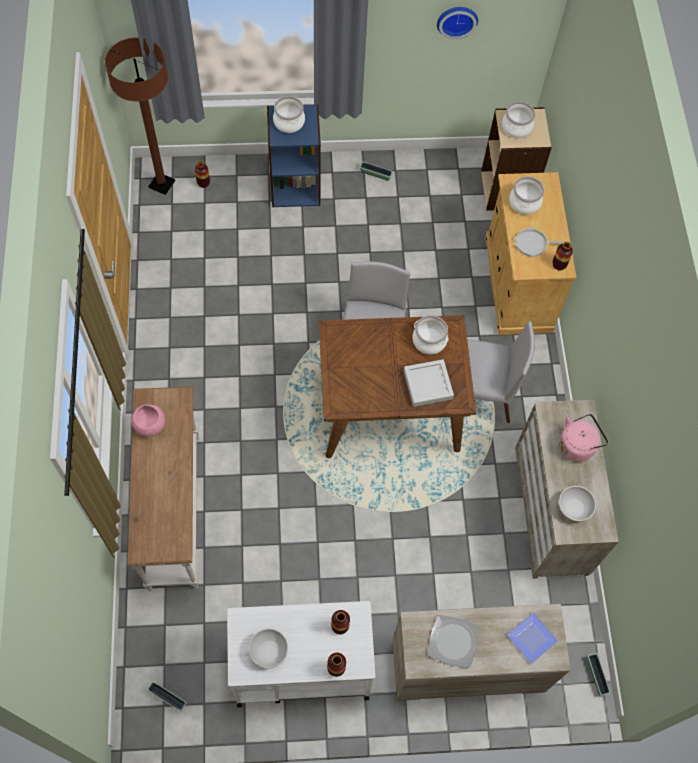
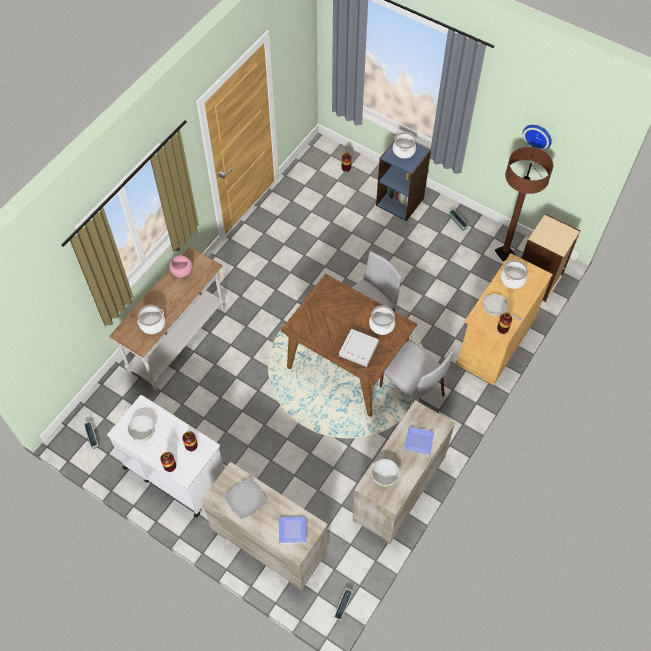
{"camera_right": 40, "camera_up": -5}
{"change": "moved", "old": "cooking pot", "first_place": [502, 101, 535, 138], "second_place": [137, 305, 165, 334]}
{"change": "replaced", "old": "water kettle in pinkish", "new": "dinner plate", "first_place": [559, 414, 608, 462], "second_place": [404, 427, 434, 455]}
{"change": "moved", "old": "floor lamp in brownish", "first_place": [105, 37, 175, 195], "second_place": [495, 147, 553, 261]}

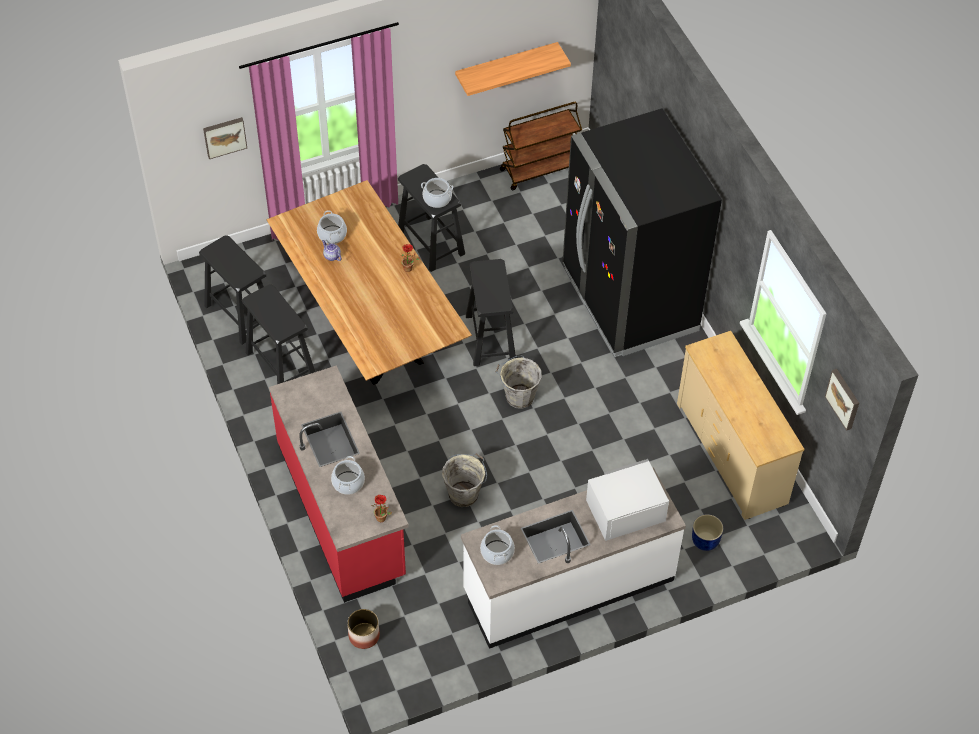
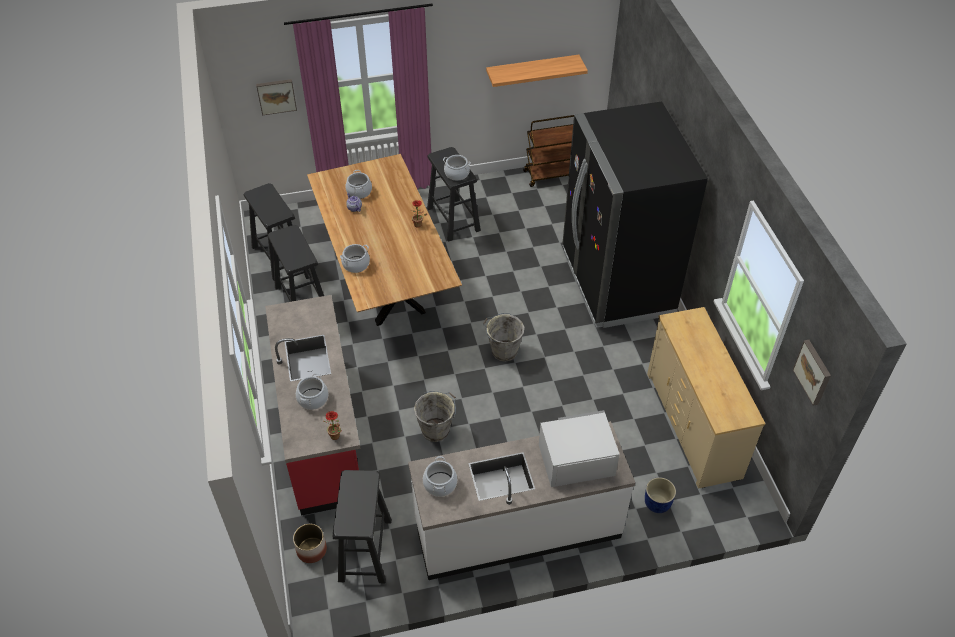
{"camera_right": 10, "camera_up": -5}
{"change": "moved", "old": "stool in black-coloured", "first_place": [466, 259, 516, 366], "second_place": [333, 470, 392, 583]}
{"change": "added", "new": "cooking pot", "second_place": [340, 244, 370, 273]}

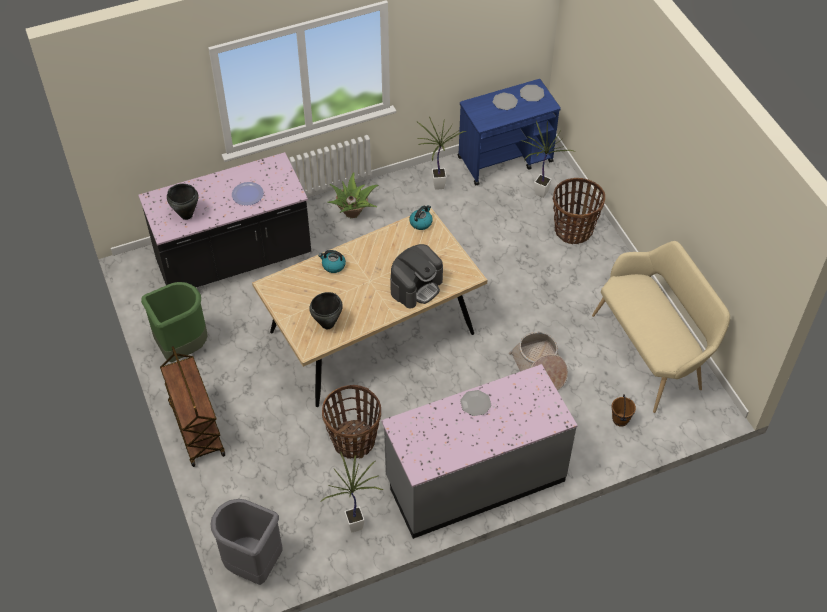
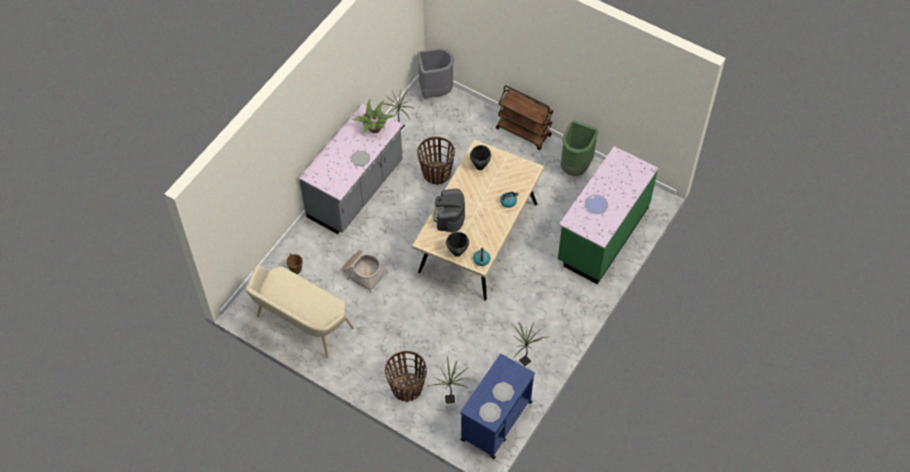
{"camera_right": 145, "camera_up": 5}
{"change": "moved", "old": "potted plant", "first_place": [327, 172, 378, 218], "second_place": [352, 99, 394, 134]}
{"change": "moved", "old": "cooking pot in black-coloured", "first_place": [167, 184, 198, 220], "second_place": [446, 232, 469, 257]}
{"change": "recoloured", "old": "kitchen base unit in black-coloured", "new": "kitchen base unit in greenish", "first_place": [138, 152, 311, 287], "second_place": [558, 146, 658, 284]}

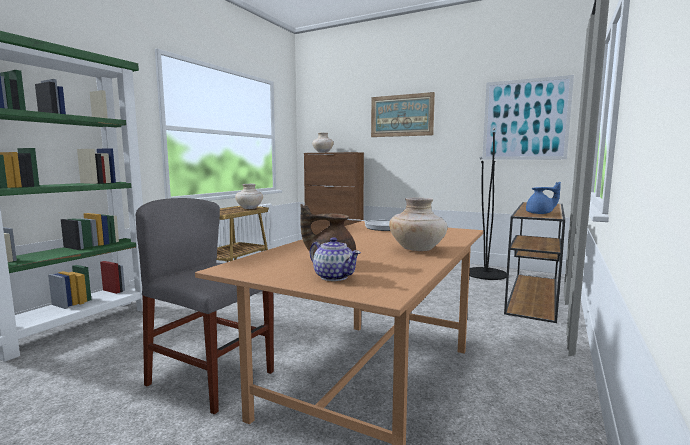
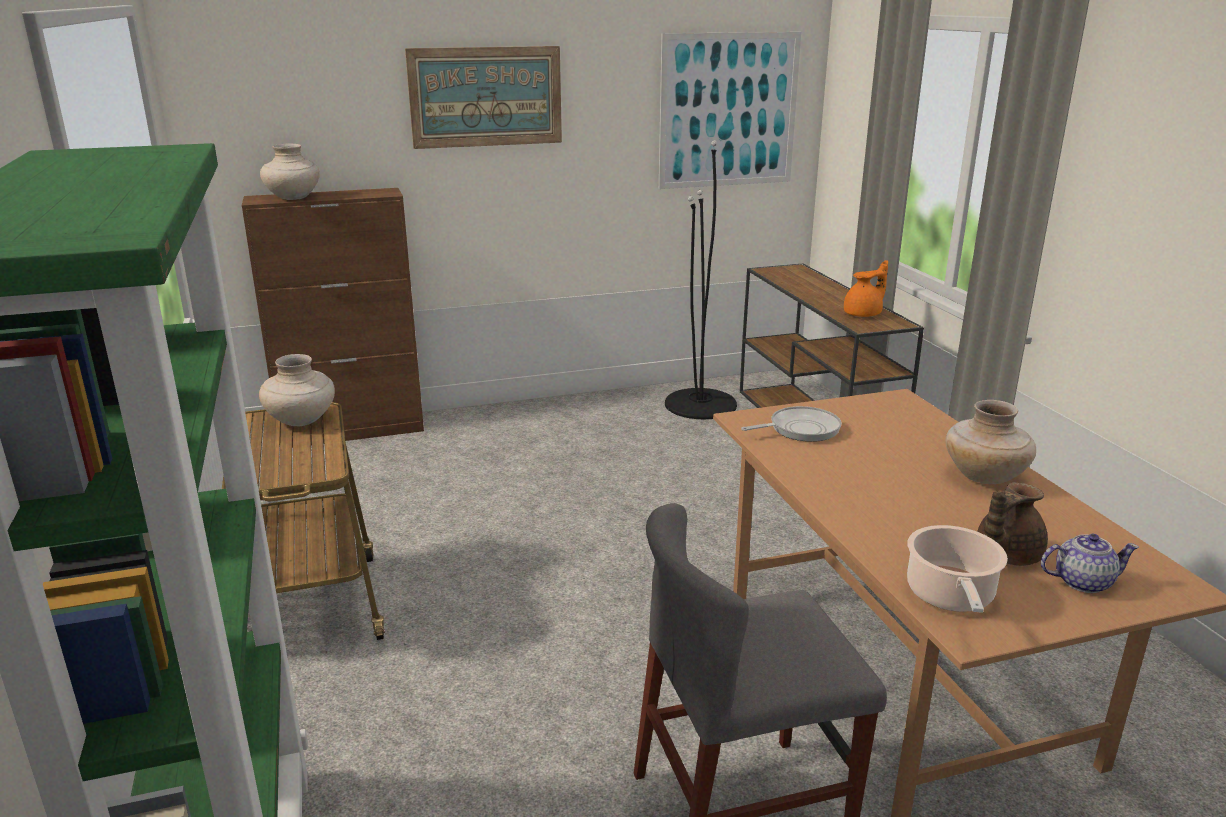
{"camera_right": -45, "camera_up": 15}
{"change": "recoloured", "old": "pot for tea in blue", "new": "pot for tea in orangey", "first_place": [526, 182, 561, 214], "second_place": [844, 260, 888, 317]}
{"change": "added", "new": "cooking pot", "second_place": [907, 525, 1008, 613]}

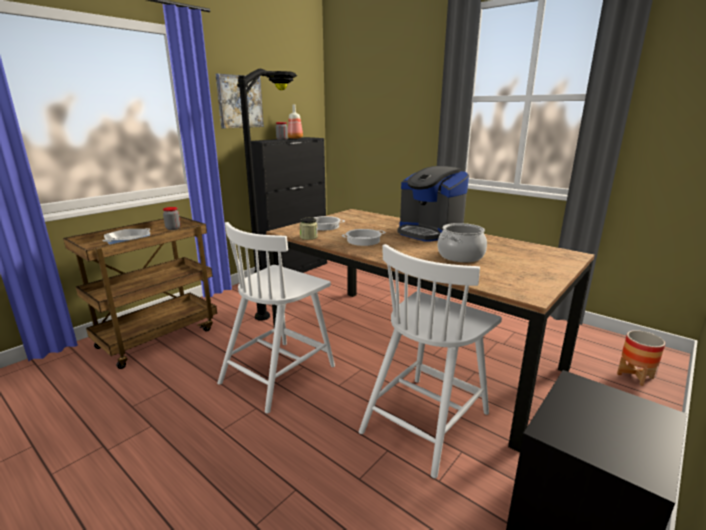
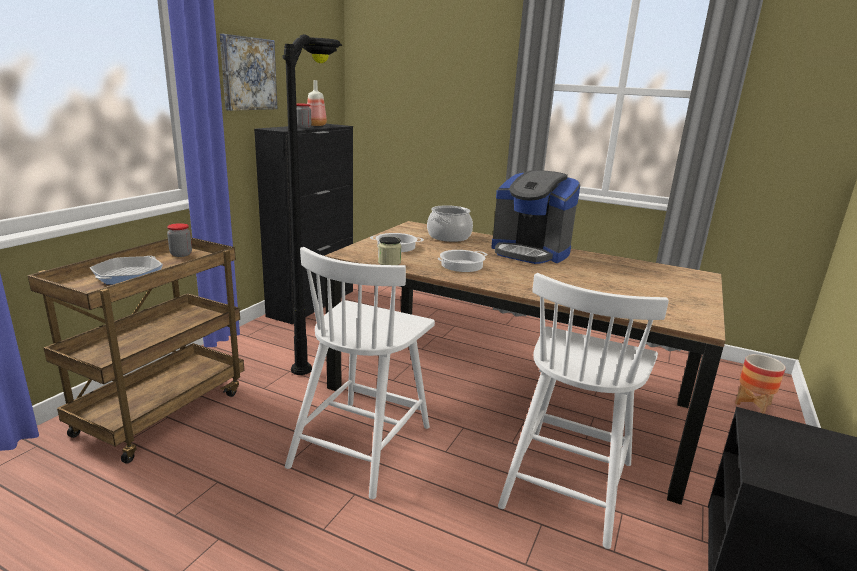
{"camera_right": -15, "camera_up": 0}
{"change": "moved", "old": "cooking pot", "first_place": [438, 223, 487, 262], "second_place": [427, 205, 473, 242]}

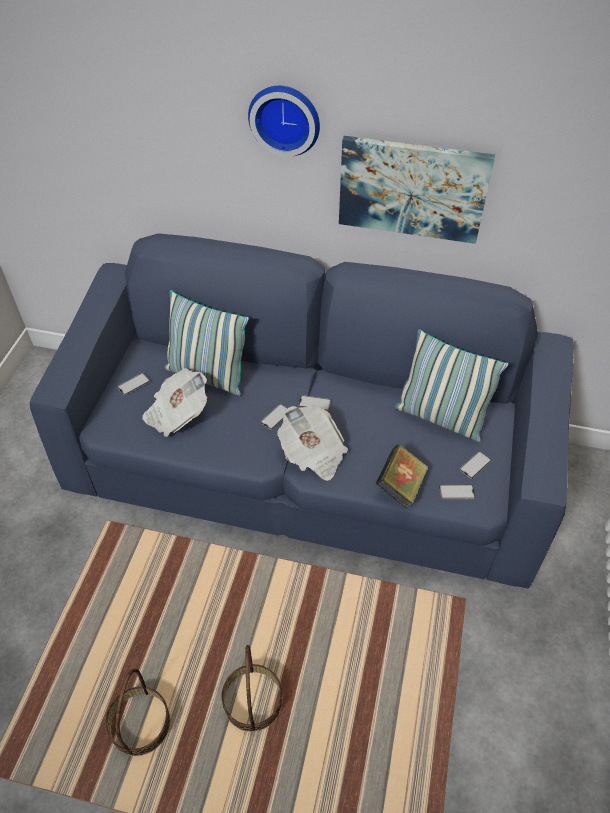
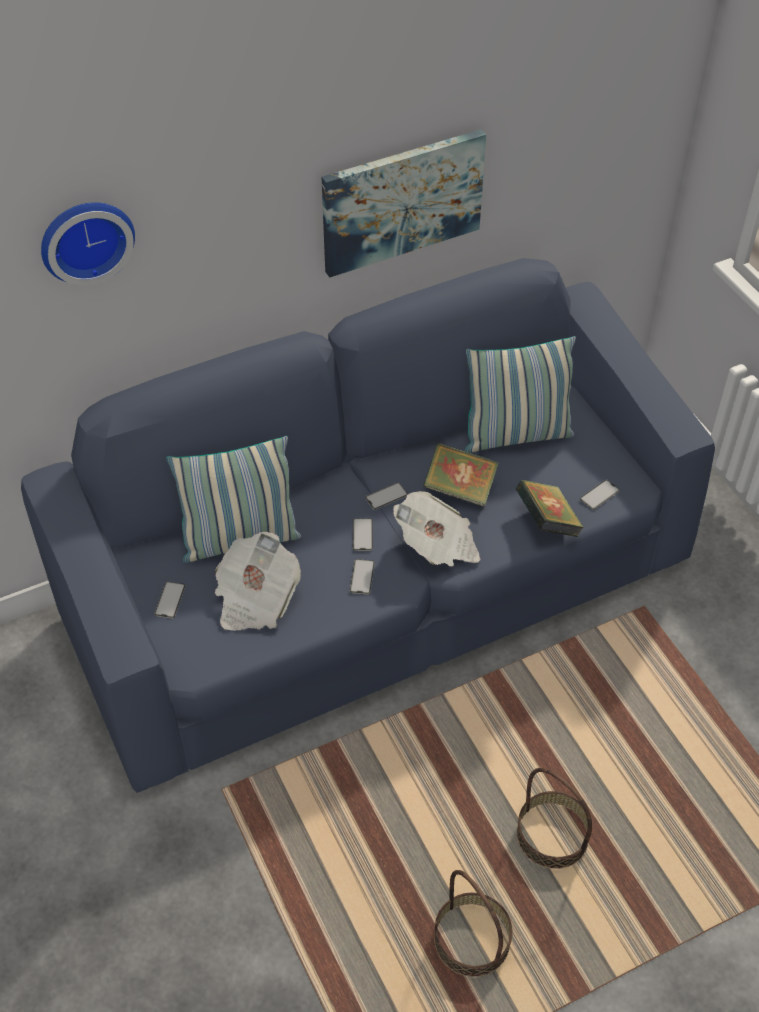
{"camera_right": -40, "camera_up": 0}
{"change": "moved", "old": "clock on the wall", "first_place": [248, 86, 320, 157], "second_place": [41, 202, 135, 285]}
{"change": "moved", "old": "telephone", "first_place": [459, 451, 491, 479], "second_place": [350, 559, 375, 594]}
{"change": "added", "new": "book", "second_place": [423, 442, 499, 507]}

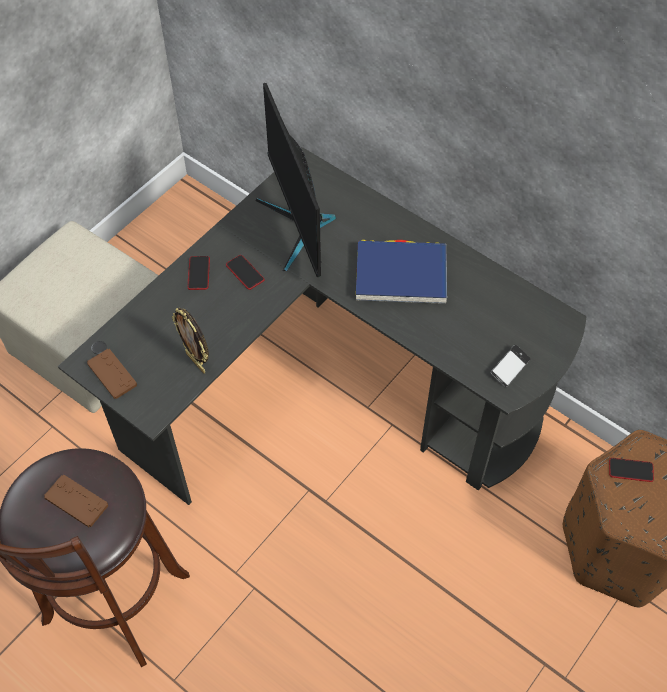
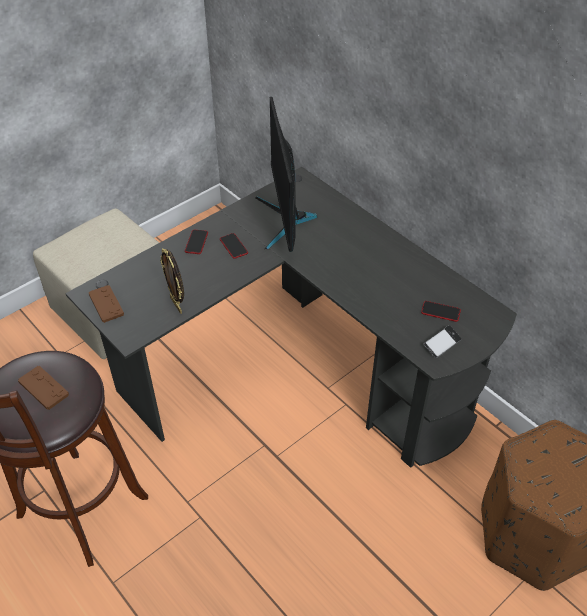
{"camera_right": 10, "camera_up": -10}
{"change": "moved", "old": "telephone", "first_place": [609, 458, 654, 482], "second_place": [421, 301, 461, 322]}
{"change": "removed", "old": "book in blue", "first_place": [356, 240, 447, 304]}

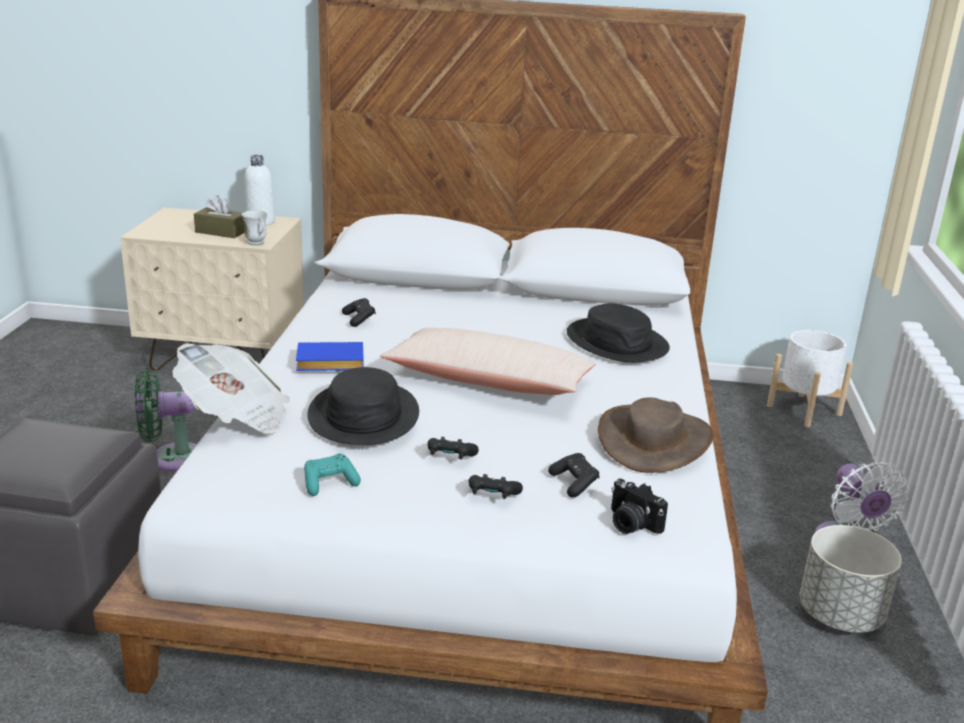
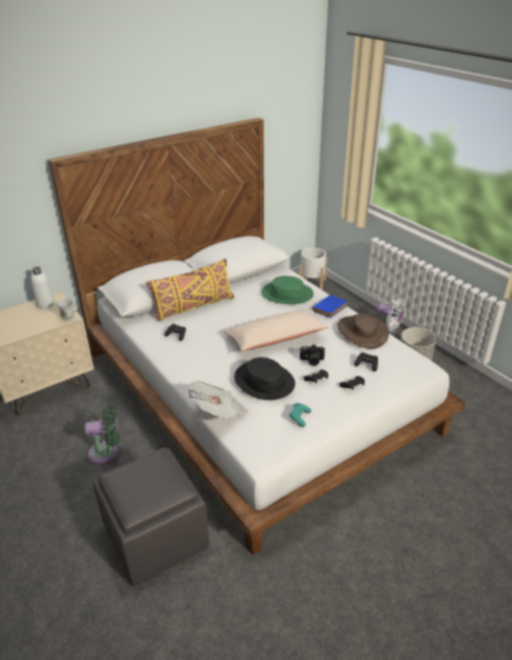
{"camera_right": -40, "camera_up": 10}
{"change": "turned", "old": "cooling fan in greenish", "first_place": [135, 370, 197, 472], "second_place": [85, 406, 119, 465], "degrees": -135}
{"change": "added", "new": "throw pillow in yellow", "second_place": [146, 259, 234, 321]}
{"change": "recoloured", "old": "wearable hat in black-coloured", "new": "wearable hat in greenish", "first_place": [567, 303, 670, 362], "second_place": [262, 276, 314, 304]}
{"change": "moved", "old": "still camera", "first_place": [611, 479, 668, 534], "second_place": [300, 344, 325, 366]}
{"change": "moved", "old": "book in blue", "first_place": [296, 342, 364, 371], "second_place": [312, 295, 348, 318]}
{"change": "removed", "old": "box of tissues in brownish", "first_place": [194, 195, 245, 238]}

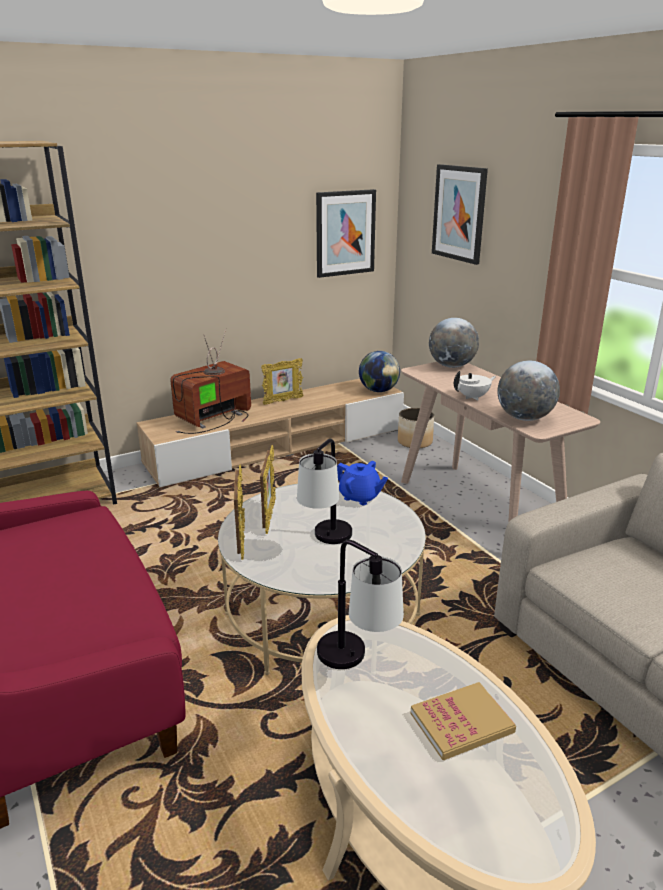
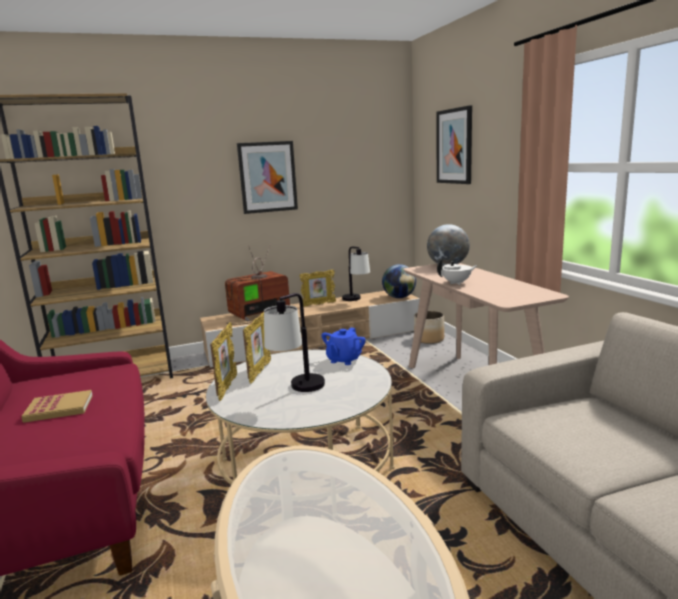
{"camera_right": 10, "camera_up": -10}
{"change": "moved", "old": "book", "first_place": [410, 682, 516, 760], "second_place": [21, 390, 93, 423]}
{"change": "moved", "old": "wall art", "first_place": [316, 189, 376, 278], "second_place": [237, 141, 298, 214]}
{"change": "turned", "old": "pot for tea in blue", "first_place": [337, 461, 388, 505], "second_place": [321, 328, 366, 365], "degrees": 75}
{"change": "moved", "old": "table lamp", "first_place": [317, 540, 404, 669], "second_place": [342, 246, 370, 301]}
{"change": "removed", "old": "world globe", "first_place": [497, 361, 560, 421]}

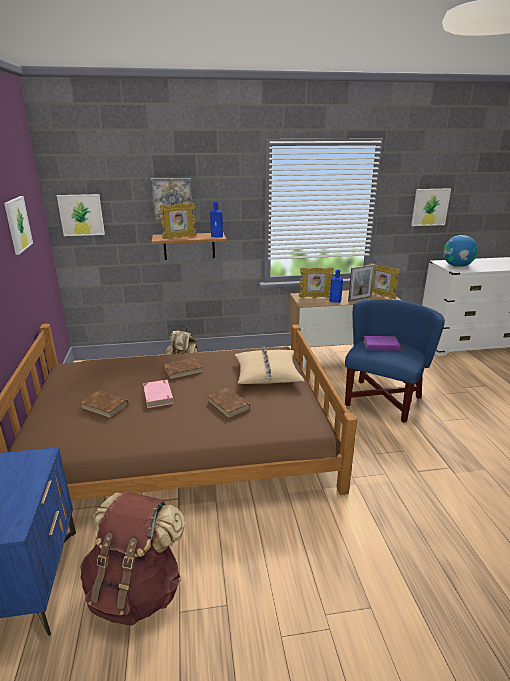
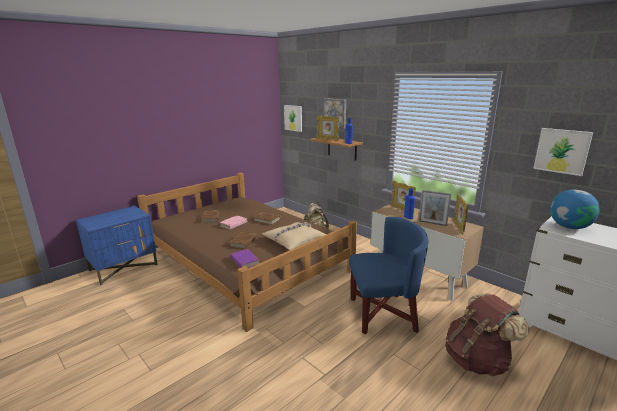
{"camera_right": 55, "camera_up": -5}
{"change": "moved", "old": "book in purplish", "first_place": [363, 336, 404, 351], "second_place": [230, 249, 259, 268]}
{"change": "moved", "old": "rucksack in brownish", "first_place": [80, 492, 185, 626], "second_place": [446, 293, 530, 376]}
{"change": "removed", "old": "wall art", "first_place": [4, 196, 33, 255]}

